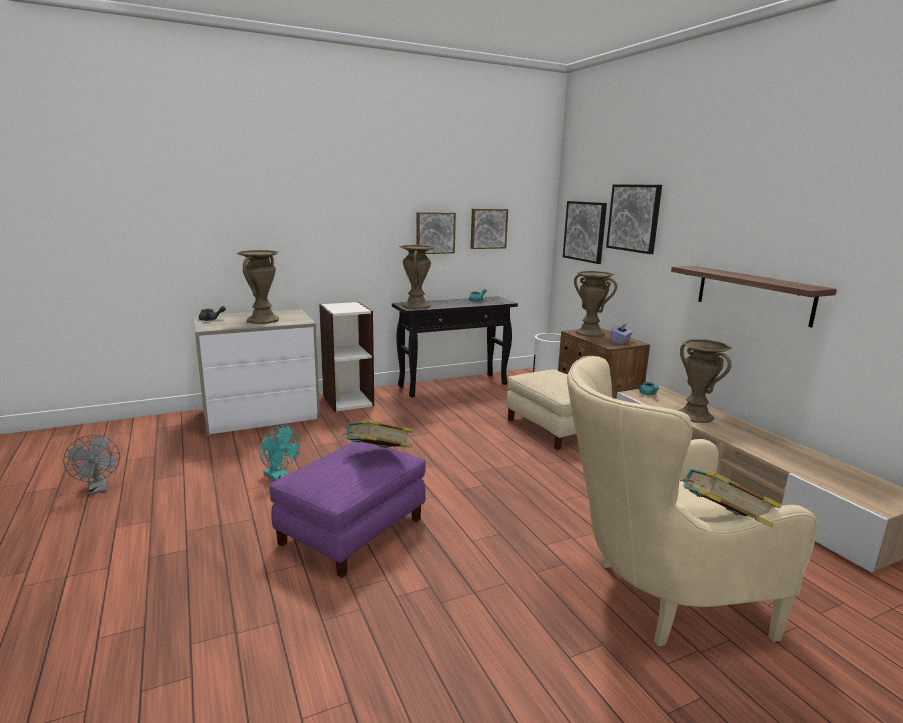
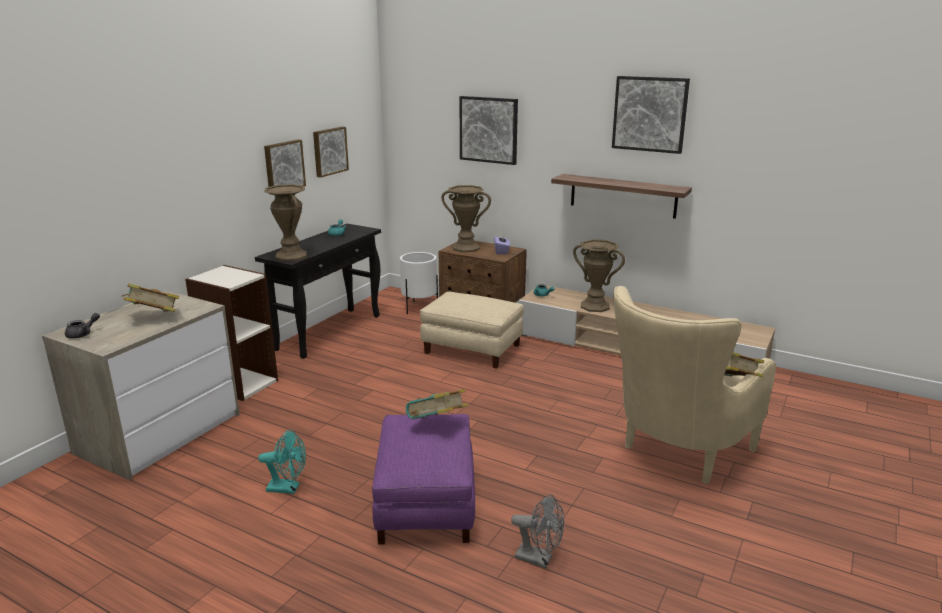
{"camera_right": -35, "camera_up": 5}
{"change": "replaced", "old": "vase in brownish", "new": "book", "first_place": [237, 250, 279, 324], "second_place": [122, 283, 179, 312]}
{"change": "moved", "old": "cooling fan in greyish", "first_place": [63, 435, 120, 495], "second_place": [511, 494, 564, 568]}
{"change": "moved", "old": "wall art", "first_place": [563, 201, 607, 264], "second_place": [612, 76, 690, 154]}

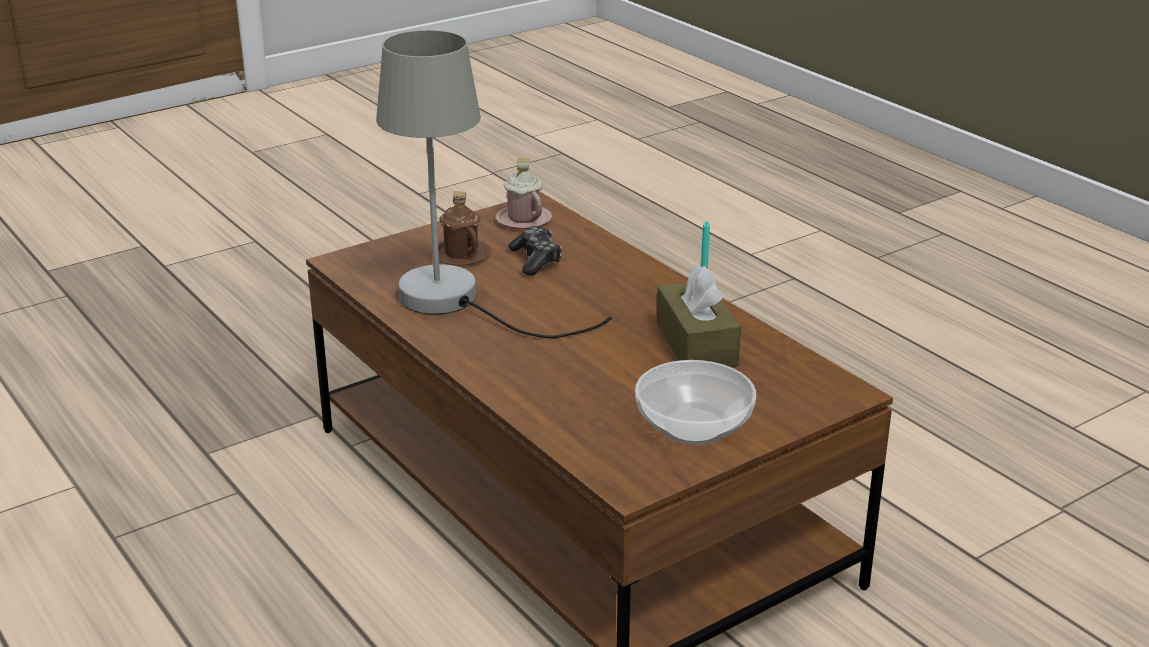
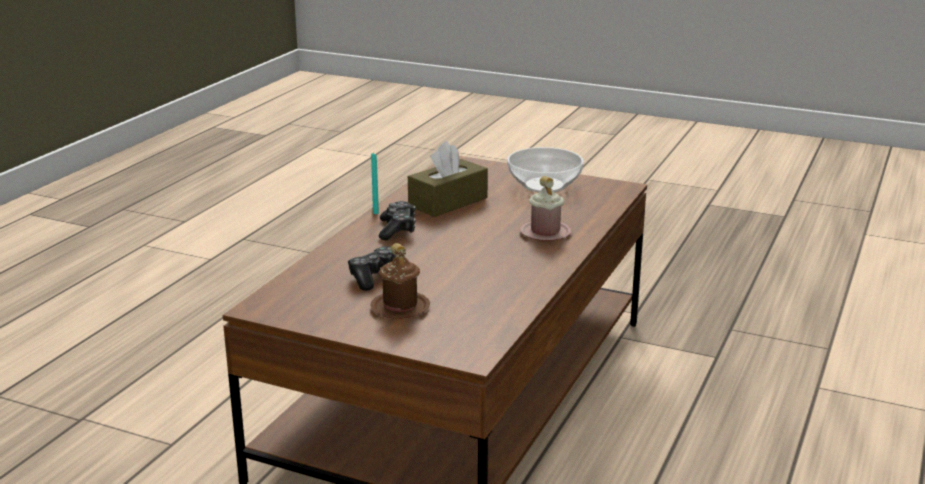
{"camera_right": -120, "camera_up": -5}
{"change": "added", "new": "game controller", "second_place": [379, 201, 416, 240]}
{"change": "moved", "old": "tea mug in pinkish", "first_place": [495, 158, 552, 229], "second_place": [520, 176, 572, 241]}
{"change": "removed", "old": "table lamp in greyish", "first_place": [376, 30, 612, 338]}

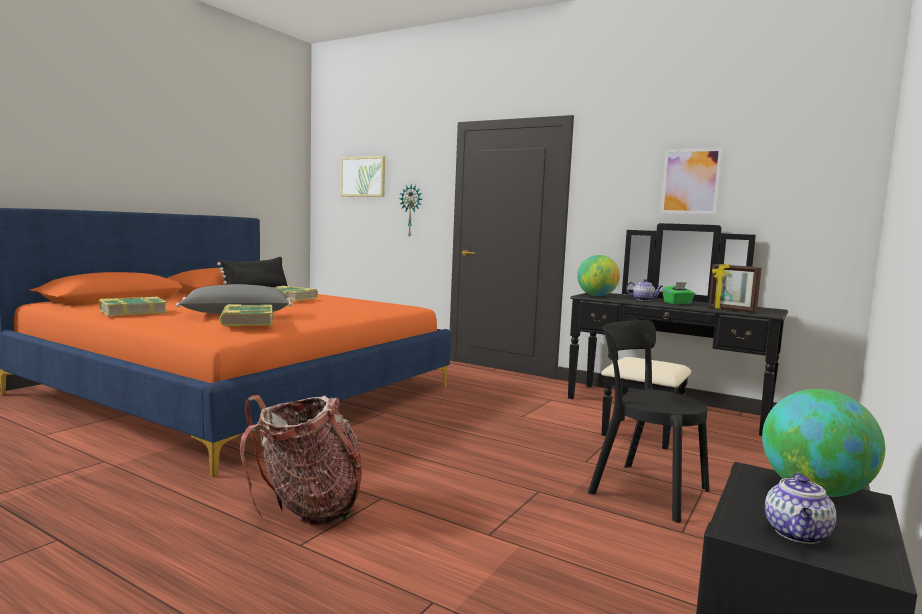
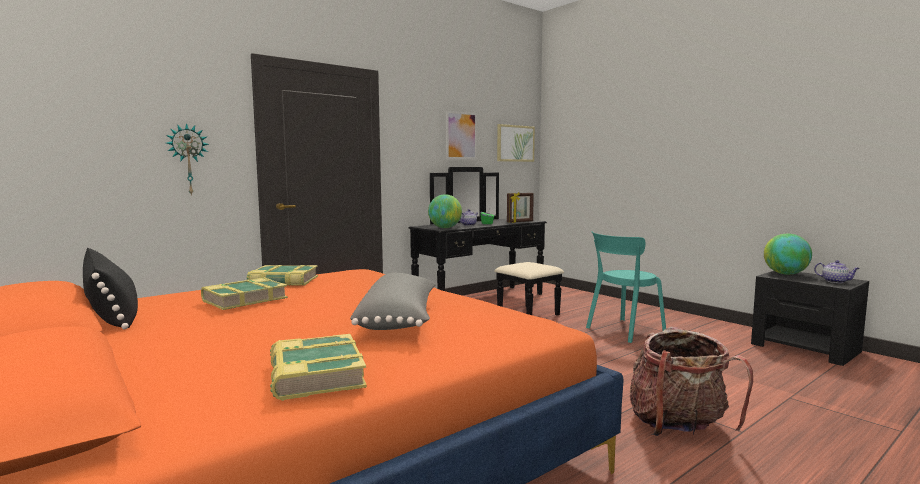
{"camera_right": -70, "camera_up": 0}
{"change": "moved", "old": "book", "first_place": [219, 304, 273, 327], "second_place": [247, 265, 318, 286]}
{"change": "moved", "old": "wall art", "first_place": [340, 156, 385, 197], "second_place": [497, 124, 535, 162]}
{"change": "recoloured", "old": "upright chair in black-coloured", "new": "upright chair in turquoise-coloured", "first_place": [588, 320, 710, 523], "second_place": [586, 231, 666, 343]}

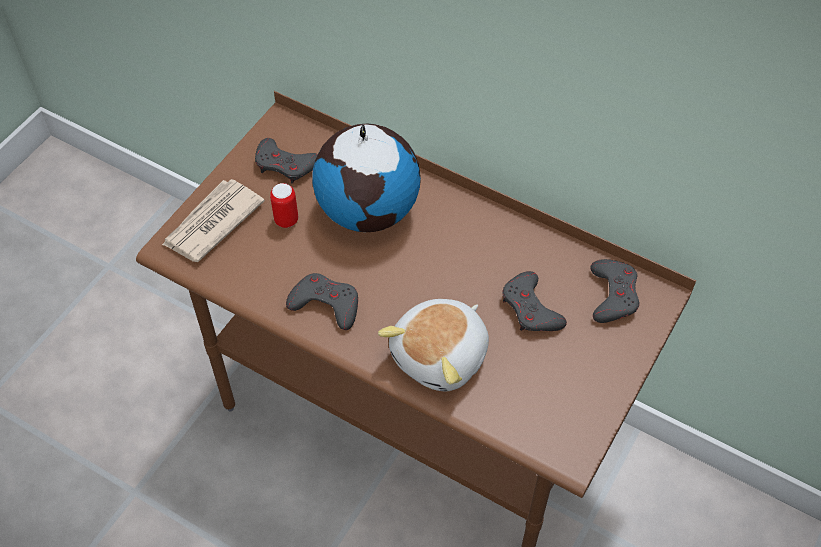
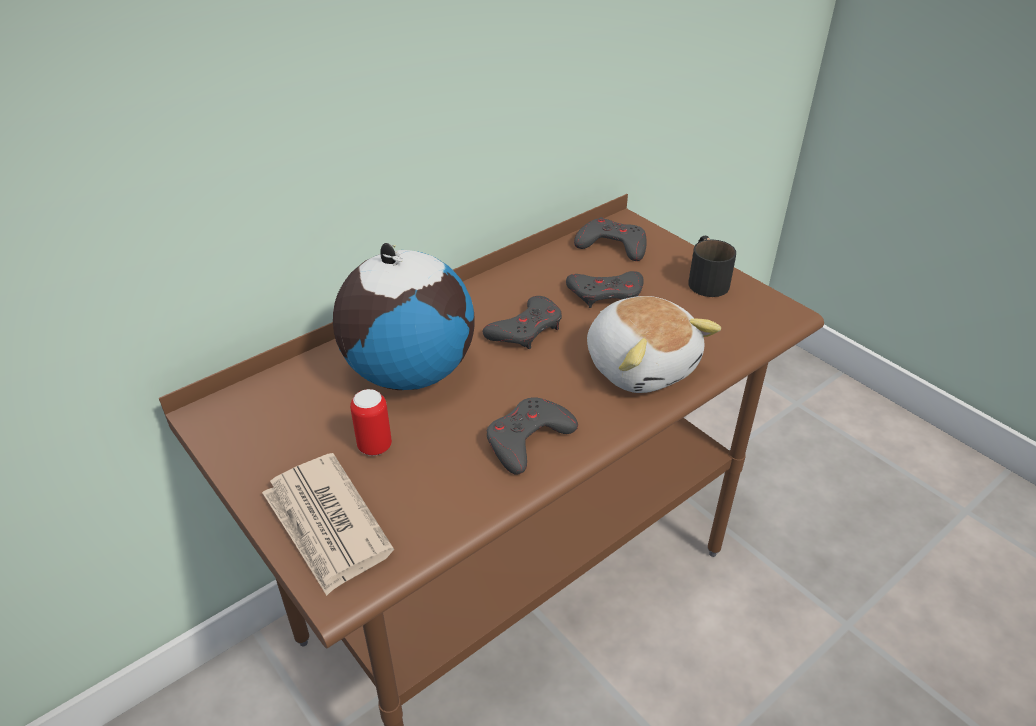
{"camera_right": -70, "camera_up": -15}
{"change": "moved", "old": "game controller in greyish", "first_place": [255, 138, 318, 184], "second_place": [483, 296, 562, 349]}
{"change": "added", "new": "tea mug in black-coloured", "second_place": [688, 236, 736, 297]}

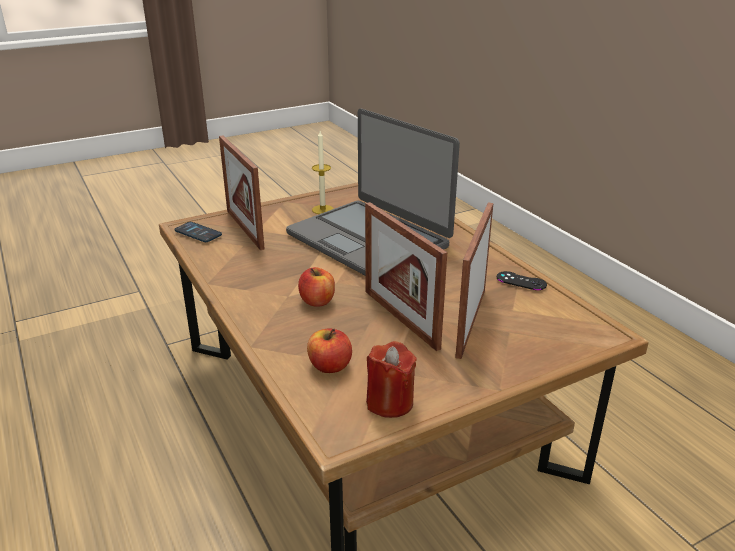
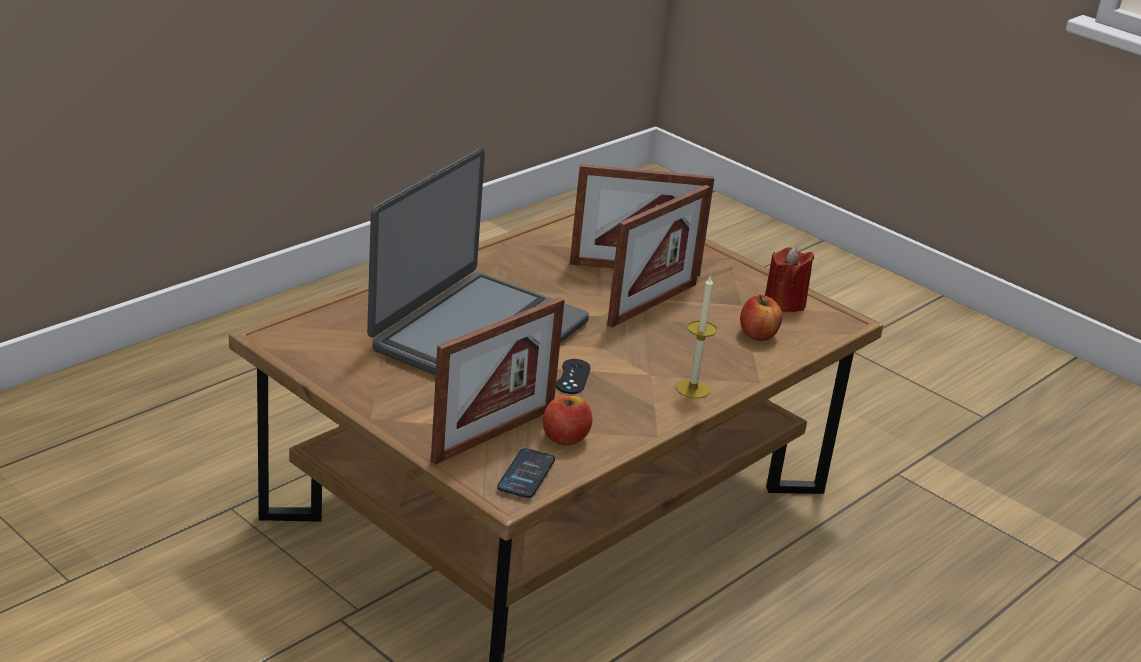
{"camera_right": -110, "camera_up": 0}
{"change": "moved", "old": "apple fruit", "first_place": [298, 267, 335, 307], "second_place": [543, 395, 592, 446]}
{"change": "moved", "old": "game controller in black-coloured", "first_place": [497, 271, 547, 290], "second_place": [556, 359, 590, 394]}
{"change": "moved", "old": "wax light", "first_place": [312, 131, 334, 214], "second_place": [676, 275, 717, 399]}

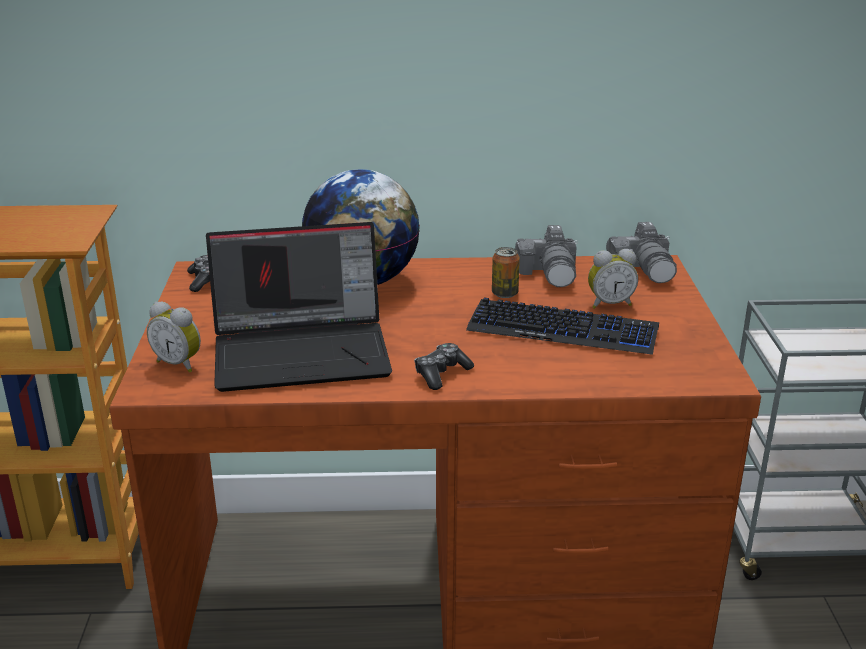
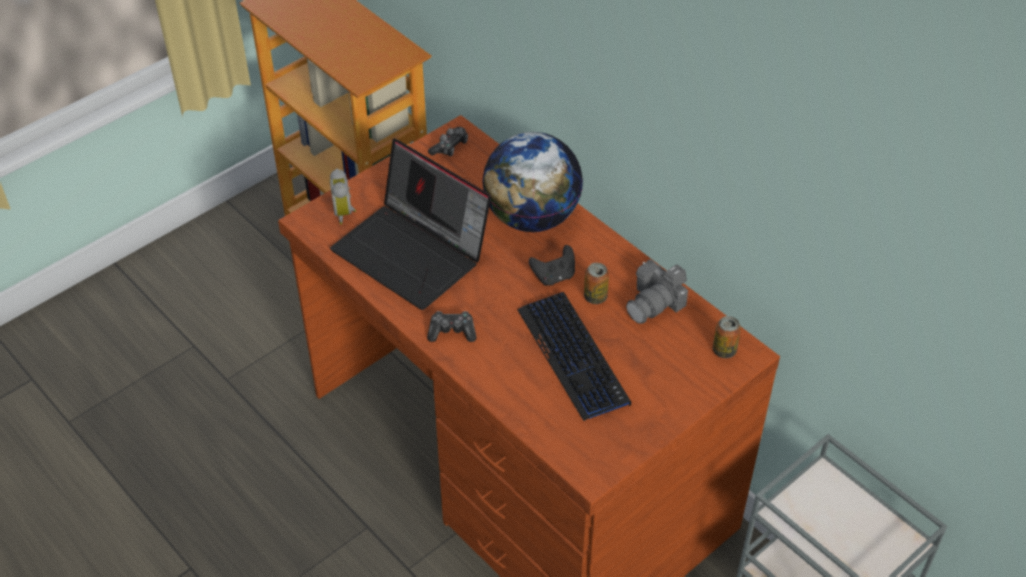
{"camera_right": 50, "camera_up": 20}
{"change": "added", "new": "game controller in black-coloured", "second_place": [529, 245, 575, 286]}
{"change": "replaced", "old": "still camera", "new": "metal can", "first_place": [606, 222, 677, 283], "second_place": [713, 316, 741, 358]}
{"change": "removed", "old": "bedside clock", "first_place": [588, 249, 638, 309]}

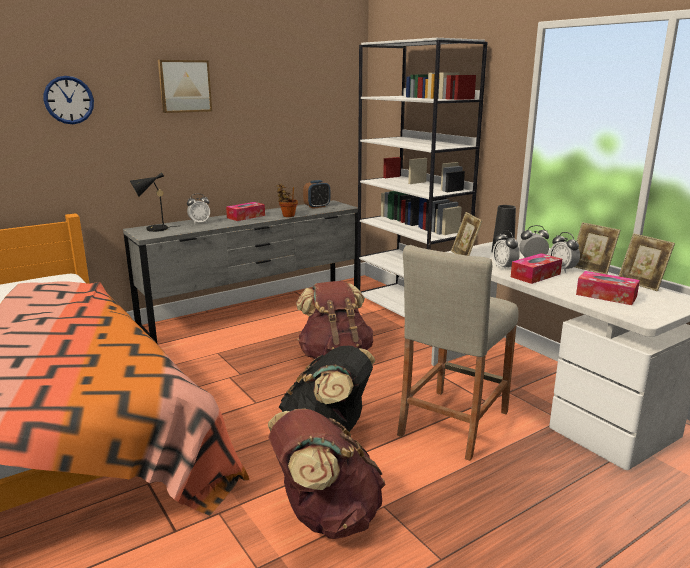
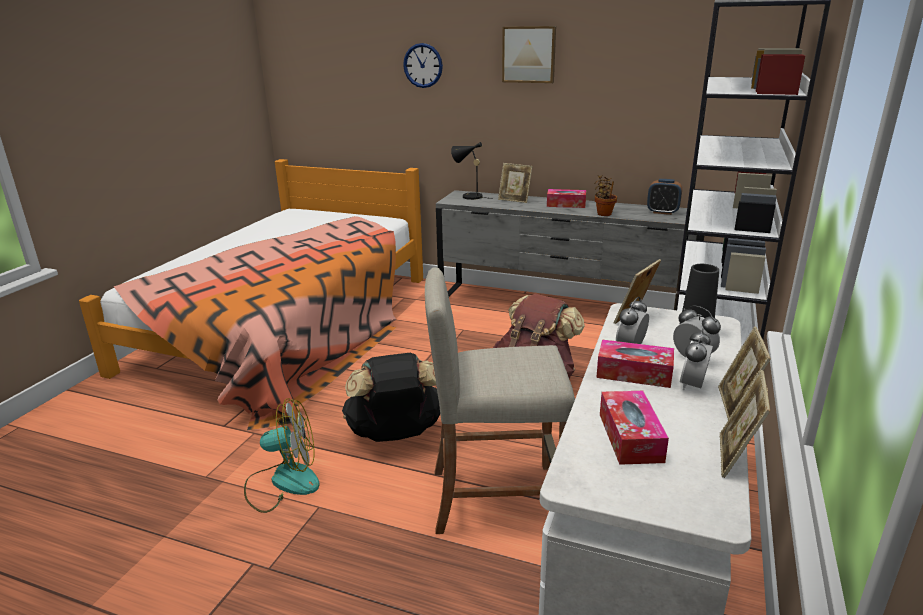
{"camera_right": 55, "camera_up": 5}
{"change": "replaced", "old": "rucksack in brownish", "new": "cooling fan", "first_place": [268, 408, 386, 539], "second_place": [244, 398, 320, 513]}
{"change": "replaced", "old": "bedside clock", "new": "photo frame", "first_place": [187, 194, 210, 225], "second_place": [498, 163, 533, 203]}

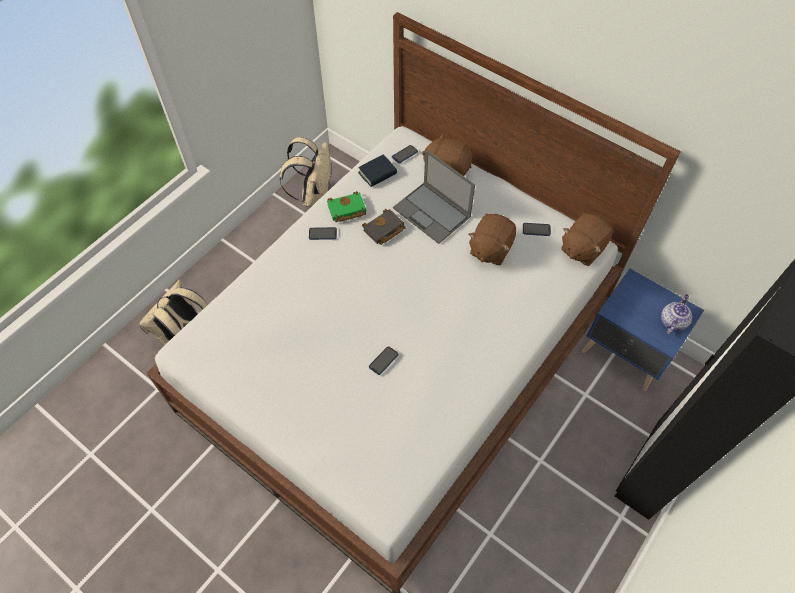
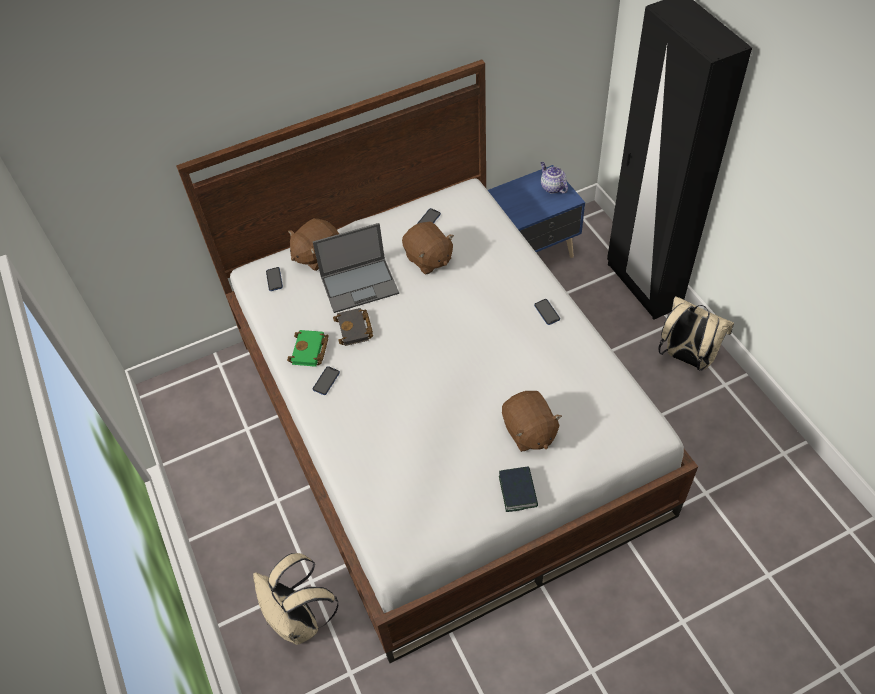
{"camera_right": -60, "camera_up": -5}
{"change": "moved", "old": "book", "first_place": [358, 154, 397, 187], "second_place": [499, 466, 538, 512]}
{"change": "moved", "old": "cuddly toy in brownish", "first_place": [561, 213, 612, 266], "second_place": [502, 391, 562, 452]}
{"change": "moved", "old": "telephone", "first_place": [369, 346, 399, 375], "second_place": [534, 299, 560, 325]}
{"change": "moved", "old": "rucksack in sand-coloured", "first_place": [280, 137, 331, 207], "second_place": [659, 296, 734, 371]}

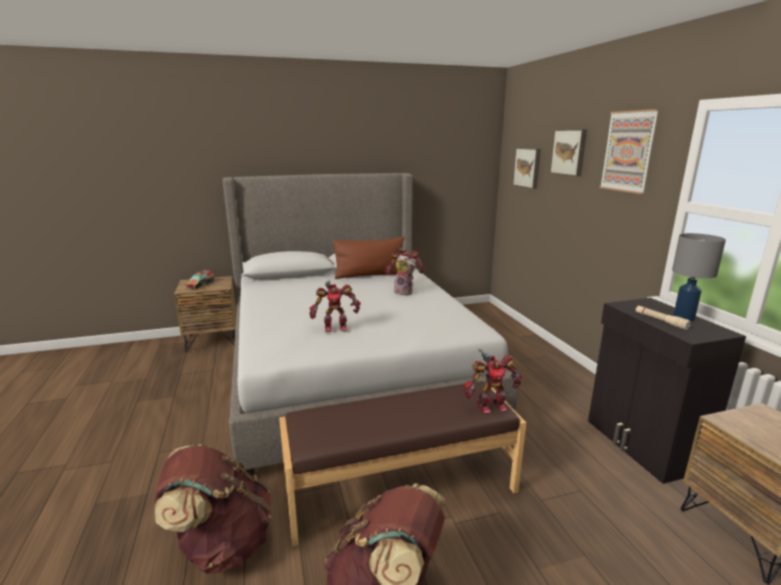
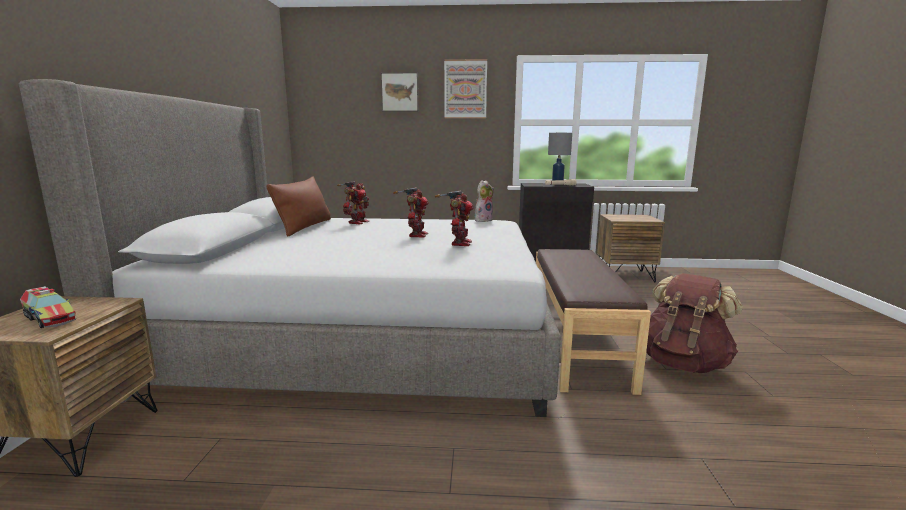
{"camera_right": -70, "camera_up": -5}
{"change": "moved", "old": "model robot", "first_place": [463, 349, 522, 414], "second_place": [393, 187, 428, 238]}
{"change": "moved", "old": "cuddly toy", "first_place": [394, 255, 416, 296], "second_place": [475, 180, 494, 222]}
{"change": "removed", "old": "rucksack in brownish", "first_place": [154, 444, 271, 574]}
{"change": "removed", "old": "wall art", "first_place": [513, 148, 541, 189]}

